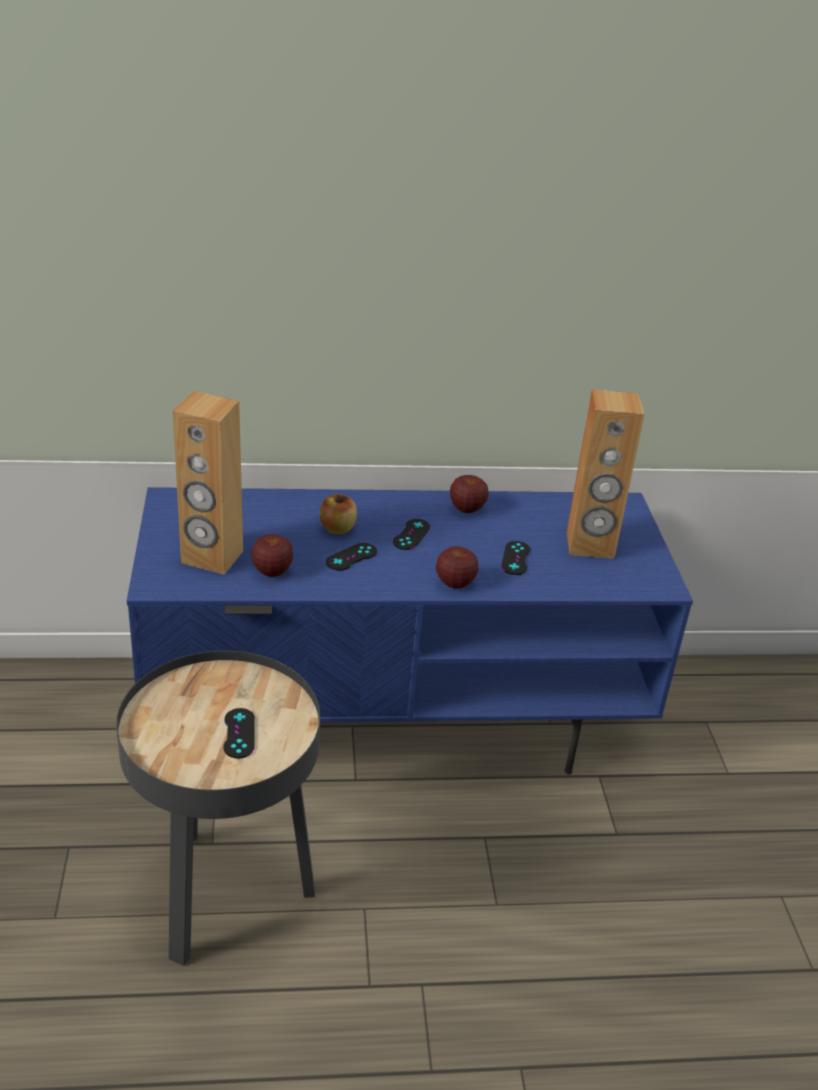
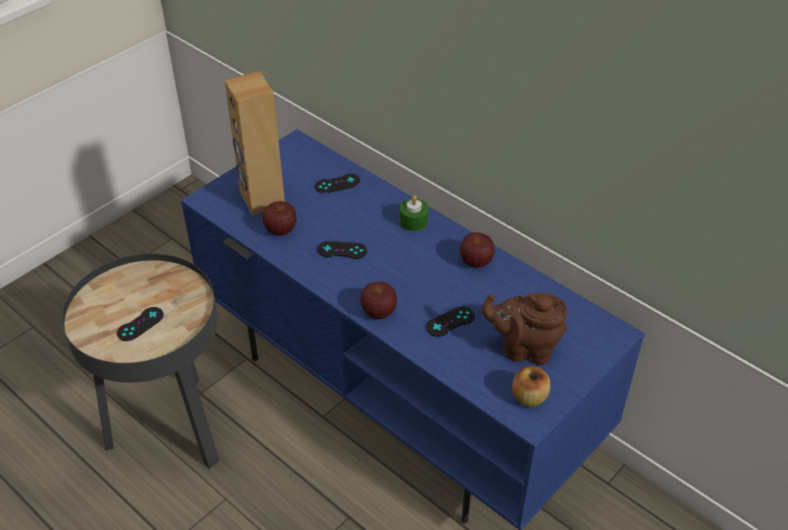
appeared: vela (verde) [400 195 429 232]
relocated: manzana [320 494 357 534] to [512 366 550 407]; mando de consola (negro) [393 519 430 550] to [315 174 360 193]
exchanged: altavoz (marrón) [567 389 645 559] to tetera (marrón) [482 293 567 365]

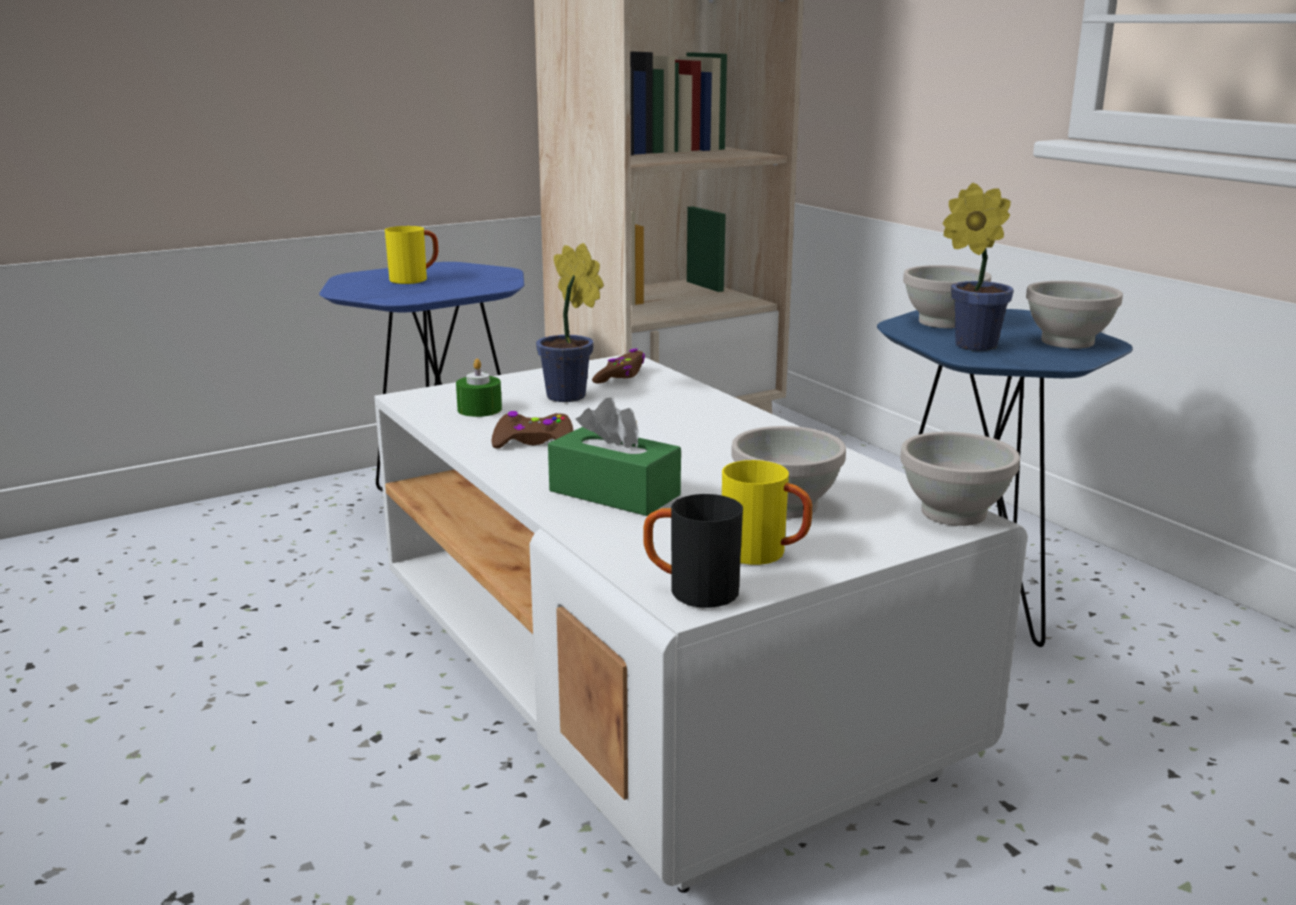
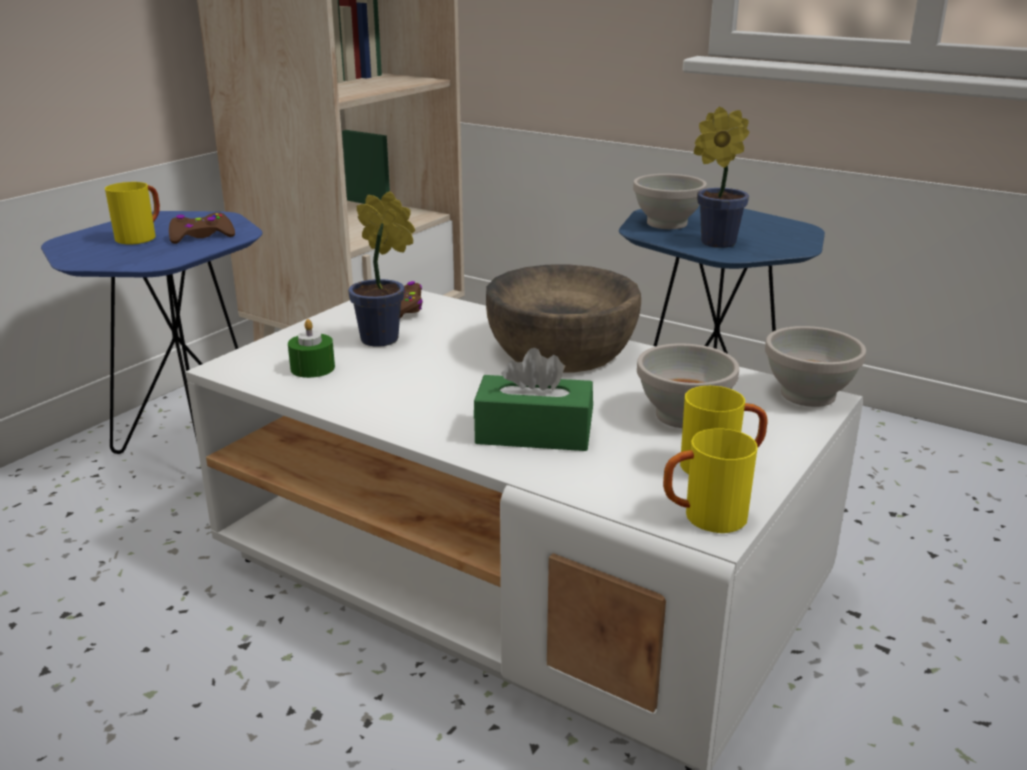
missing: cuenco (blanco) [1026 281 1123 349]
appeared: cuenco (marrón) [486 264 641 373]
relocated: mando de consola (marrón) [492 411 573 449] to [169 213 235 244]
colour: taza grande (negro) [643 494 743 608] to taza grande (amarillo) [663 428 758 533]

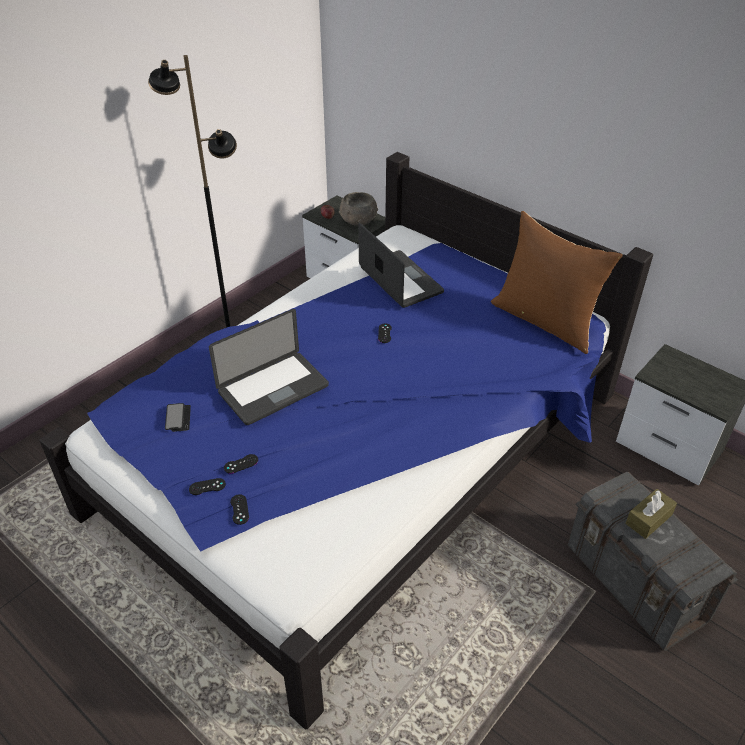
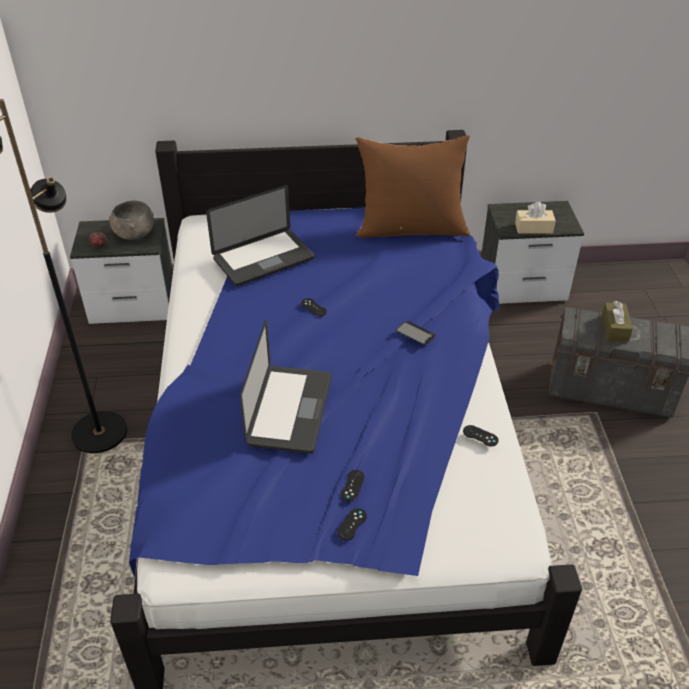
appeared: caja de pañuelos (beis) [515 202 556 234]
relocated: móvil [165 403 191 432] to [396 321 436 345]; mando de consola (negro) [230 494 249 525] to [463 425 499 446]
spun: portátil [358 223 444 308] = [206 185 315 286] 135 degrees clockwise

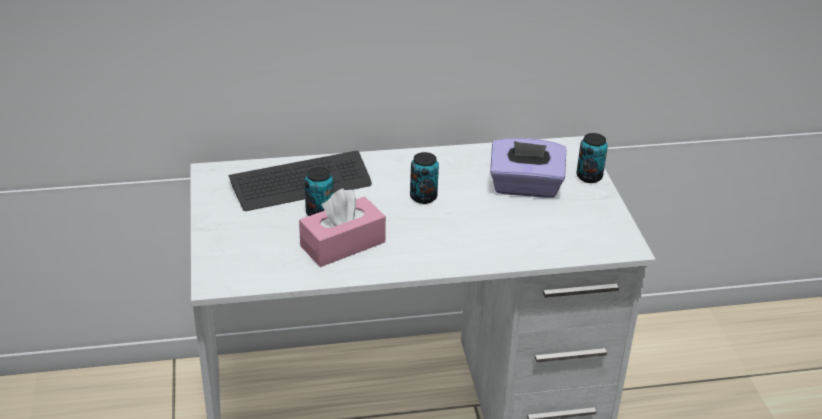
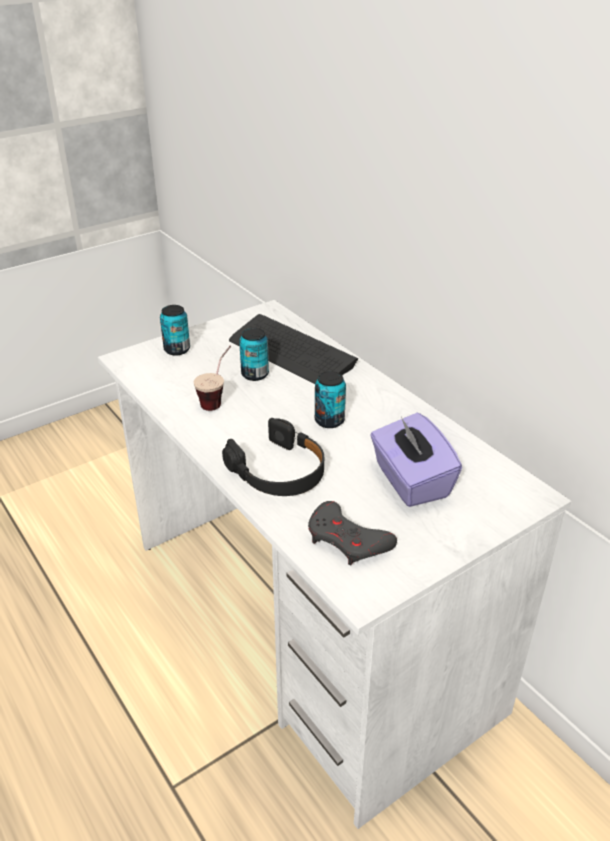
appeared: auriculares (negro) [222 418 324 496]; mando de consola (gris) [308 501 397 565]
relocated: lata [576 133 608 183] to [160 305 190 356]
exchanged: caja de pañuelos (rosa) [299 188 386 267] to taza [194 345 231 411]

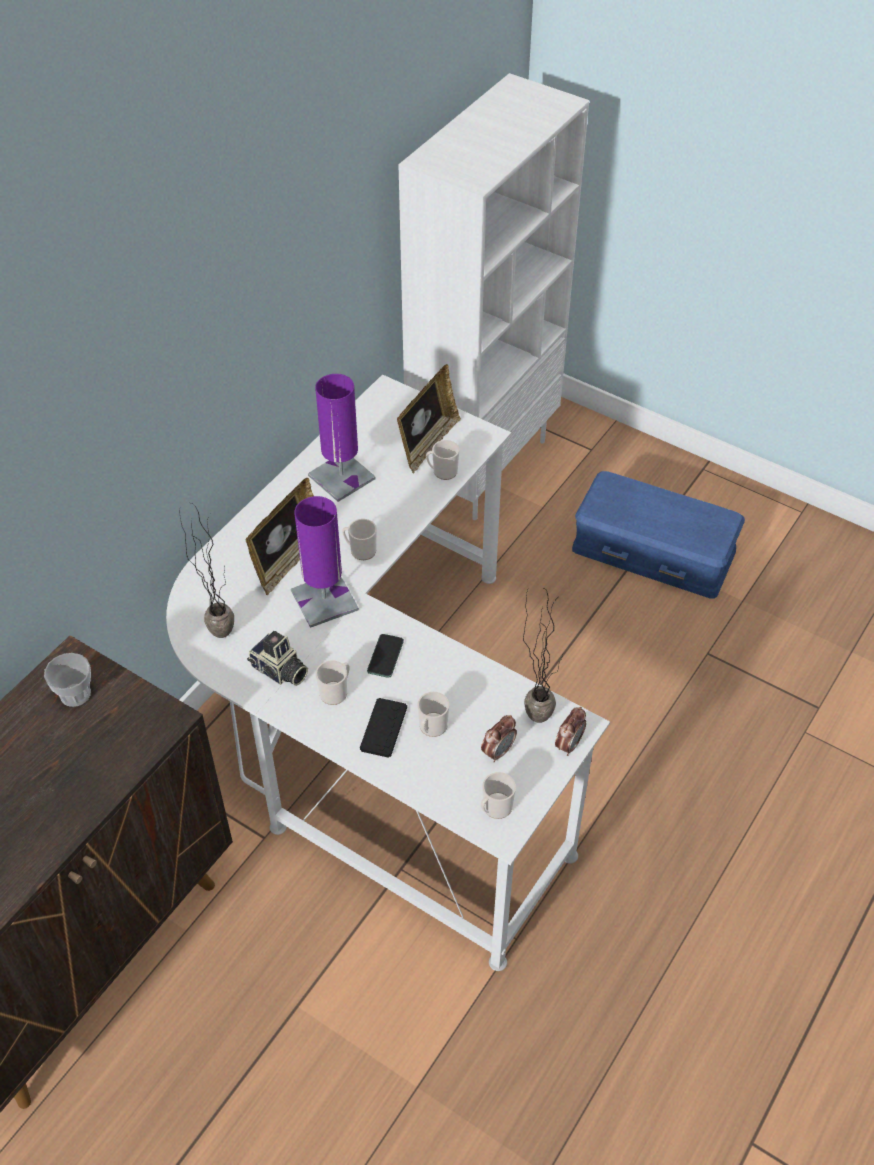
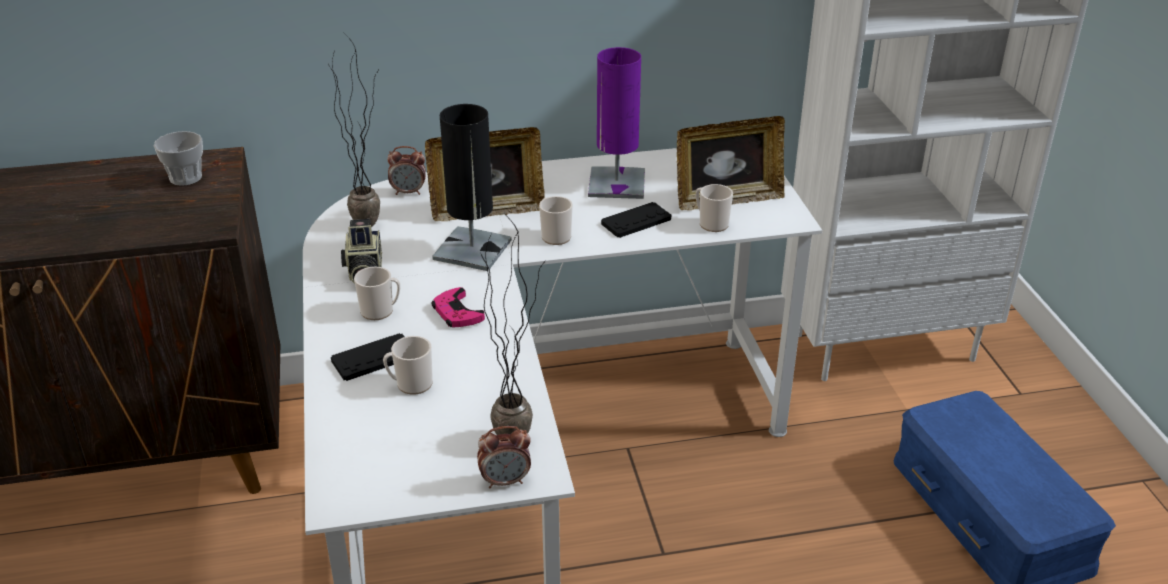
missing: taza grande [481 772 516 819]
appeared: mando de consola (negro) [601 202 671 238]
relocated: despertador [481 715 517 762] to [387 146 426 195]
exchanged: móvil [367 634 404 678] to mando de consola (rosa) [432 287 485 327]
colour: lámpara de mesa (morado) [291 496 359 628] to lámpara de mesa (negro) [432 104 512 271]

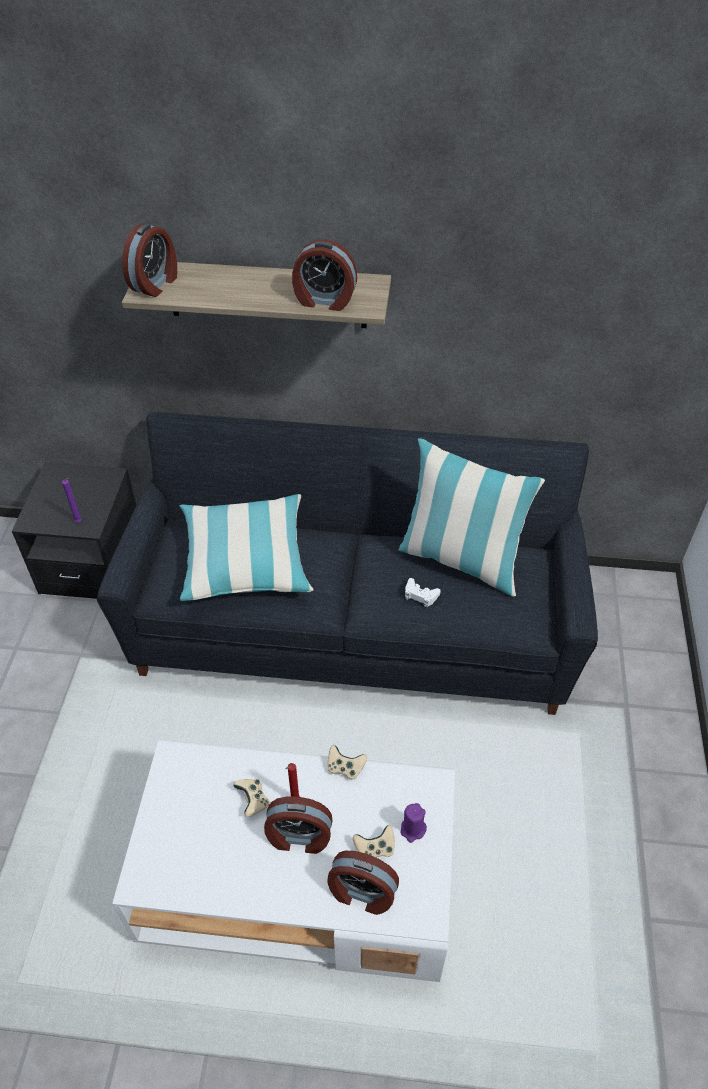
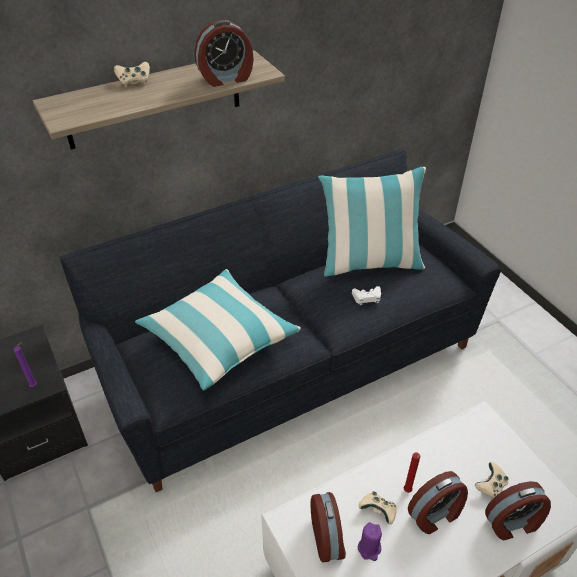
relocated: despertador [122 223 177 297] to [310 492 346 563]; mando de consola (beis) [328 745 367 780] to [114 62 150 87]; vela (morado) [401 803 427 843] to [358 522 382 561]

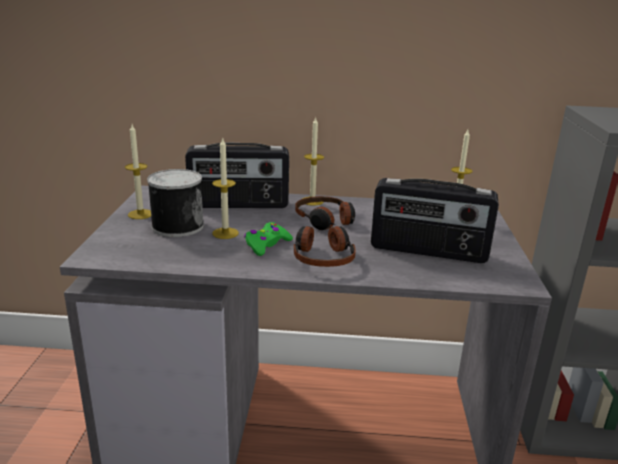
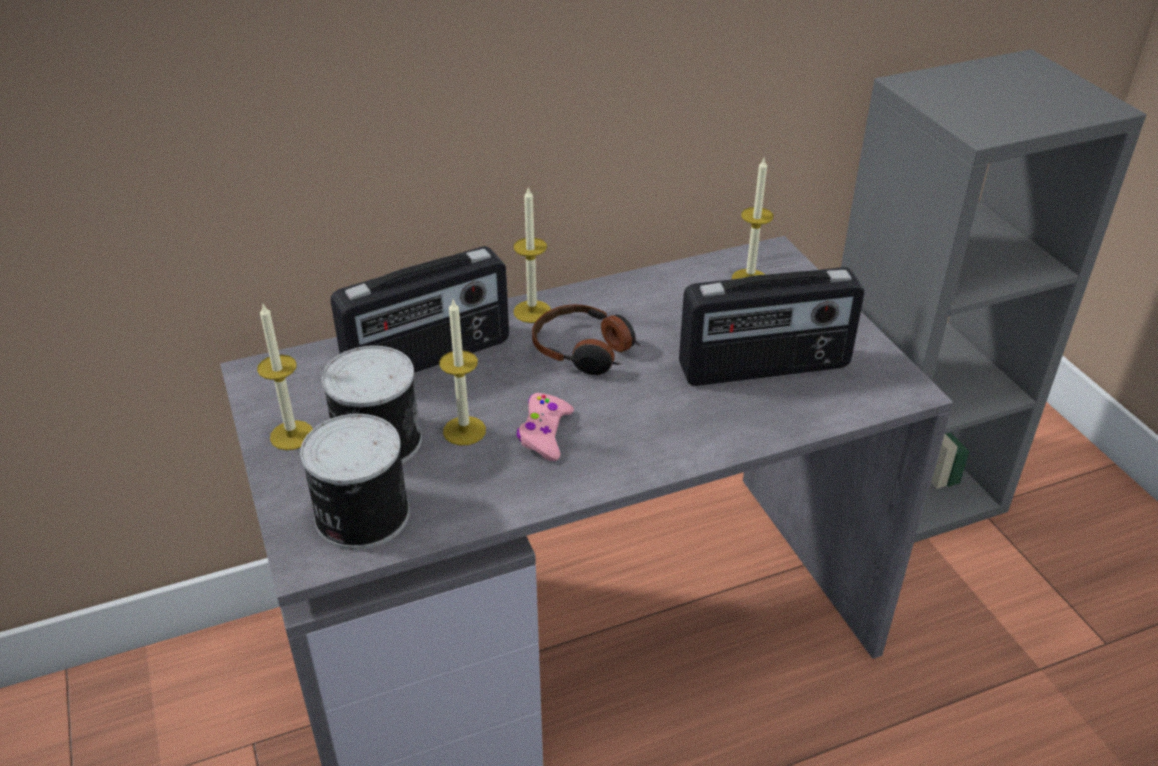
missing: auriculares [294 226 356 267]
appeared: lata [300 414 410 550]
colour: mando de consola (verde) [244 222 293 256] to mando de consola (rosa) [517 393 574 461]

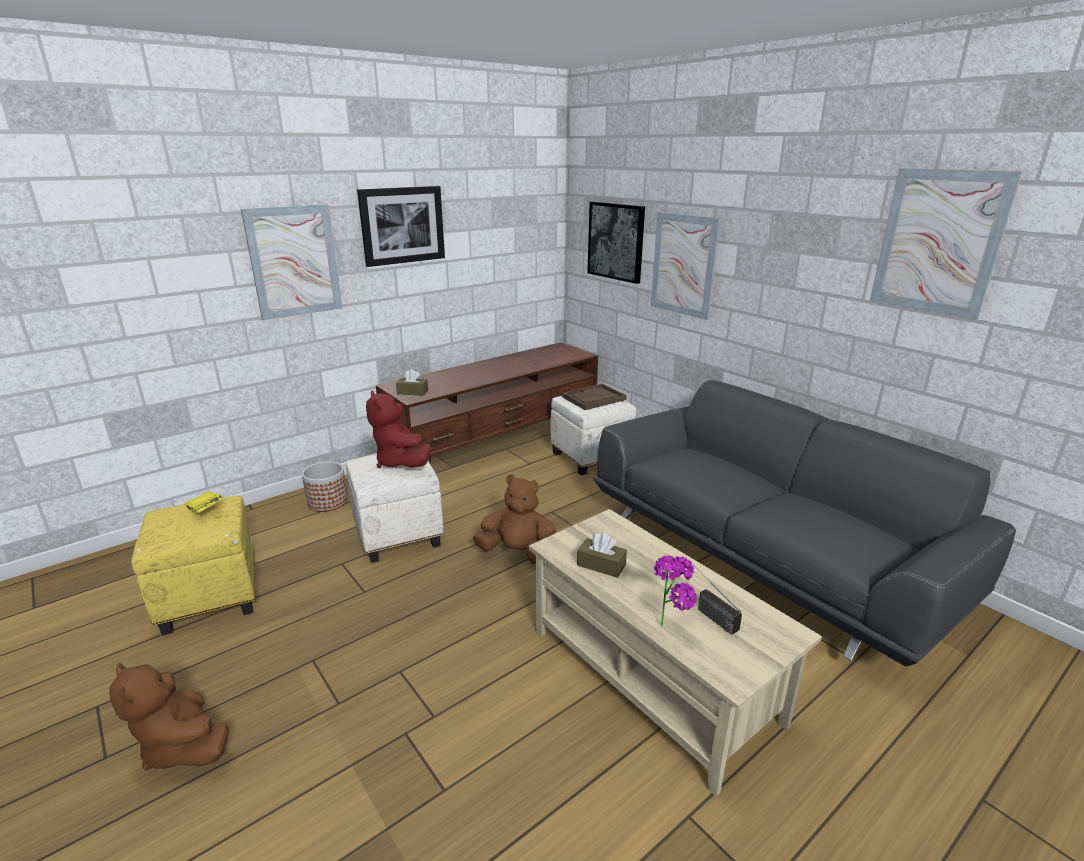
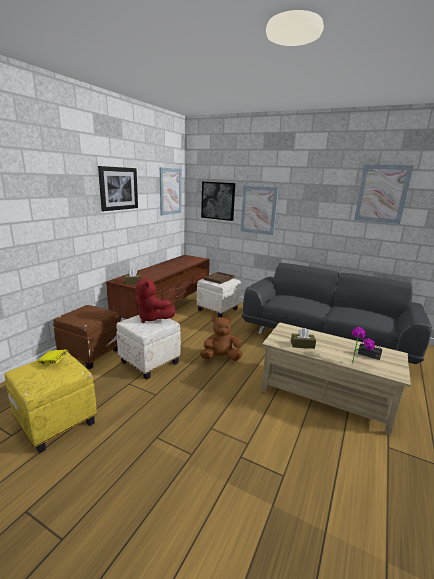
missing: peluche (marrón) [109 663 229 770]
relocated: cuadro [241 204 342 320] to [160 168 181 216]
exchanged: maceta [302 461 348 512] to puf (marrón) [53 305 119 369]

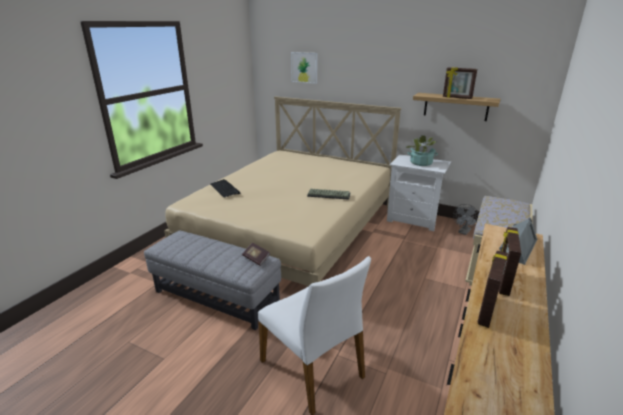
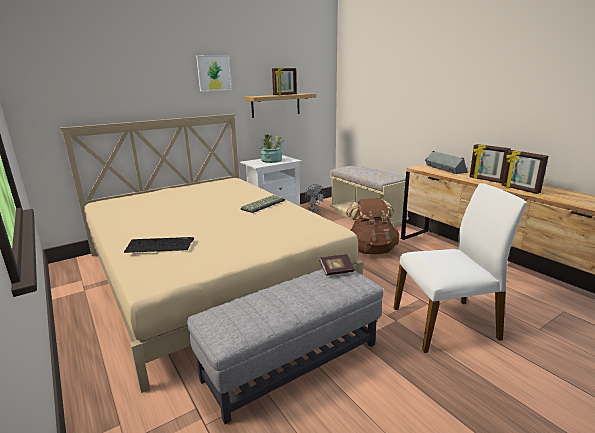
appeared: mochila (marrón) [347 198 399 254]
relocated: cuadro [291 52 317 84] to [196 55 232 91]

